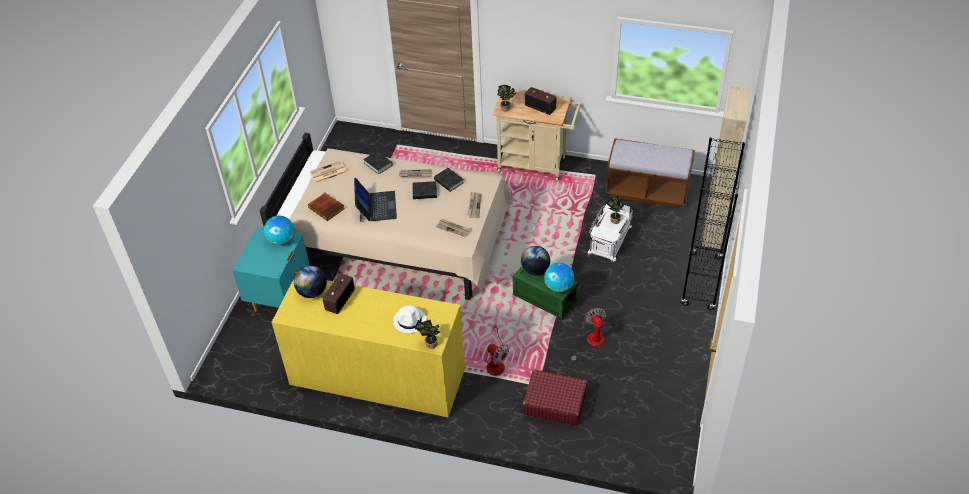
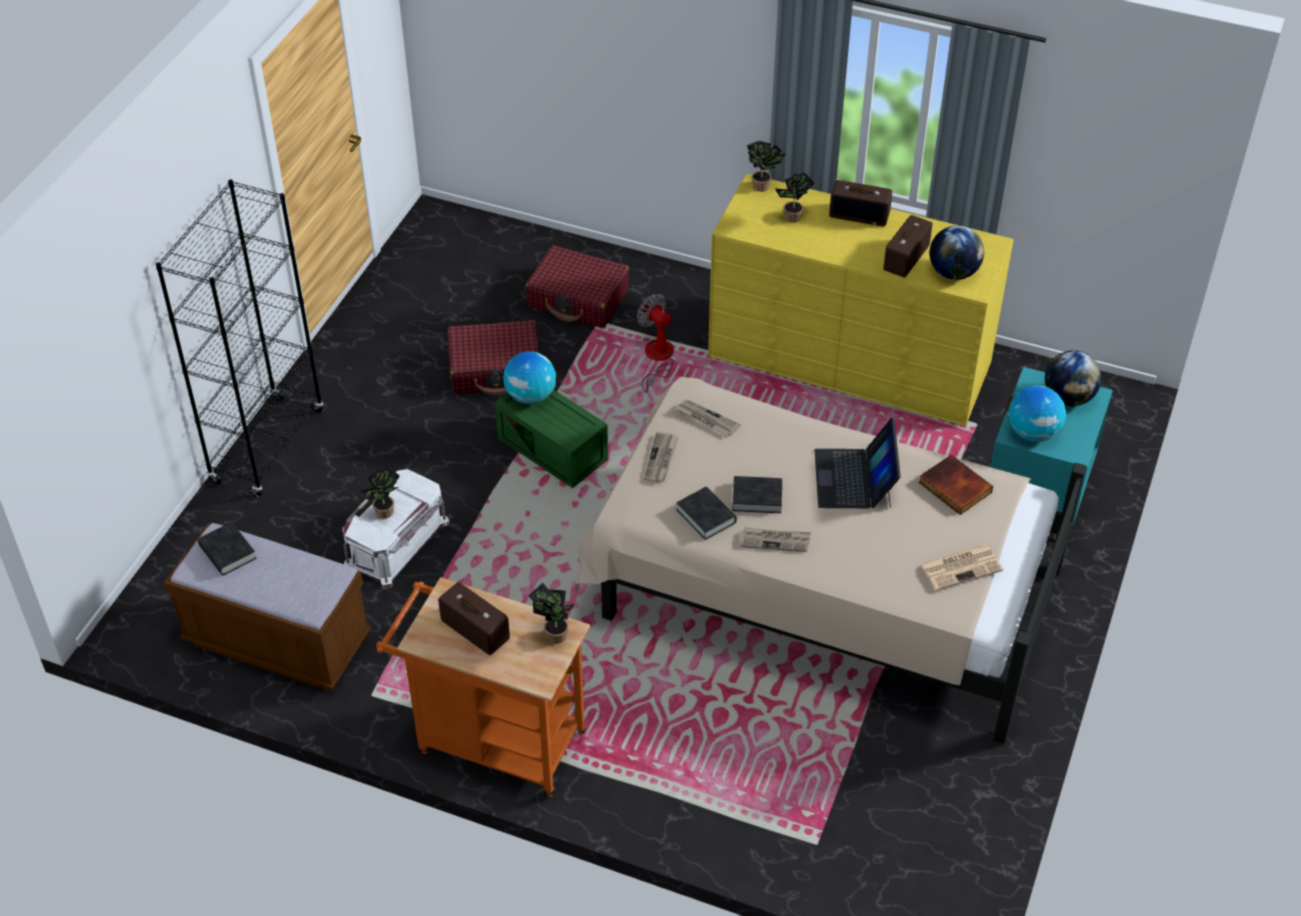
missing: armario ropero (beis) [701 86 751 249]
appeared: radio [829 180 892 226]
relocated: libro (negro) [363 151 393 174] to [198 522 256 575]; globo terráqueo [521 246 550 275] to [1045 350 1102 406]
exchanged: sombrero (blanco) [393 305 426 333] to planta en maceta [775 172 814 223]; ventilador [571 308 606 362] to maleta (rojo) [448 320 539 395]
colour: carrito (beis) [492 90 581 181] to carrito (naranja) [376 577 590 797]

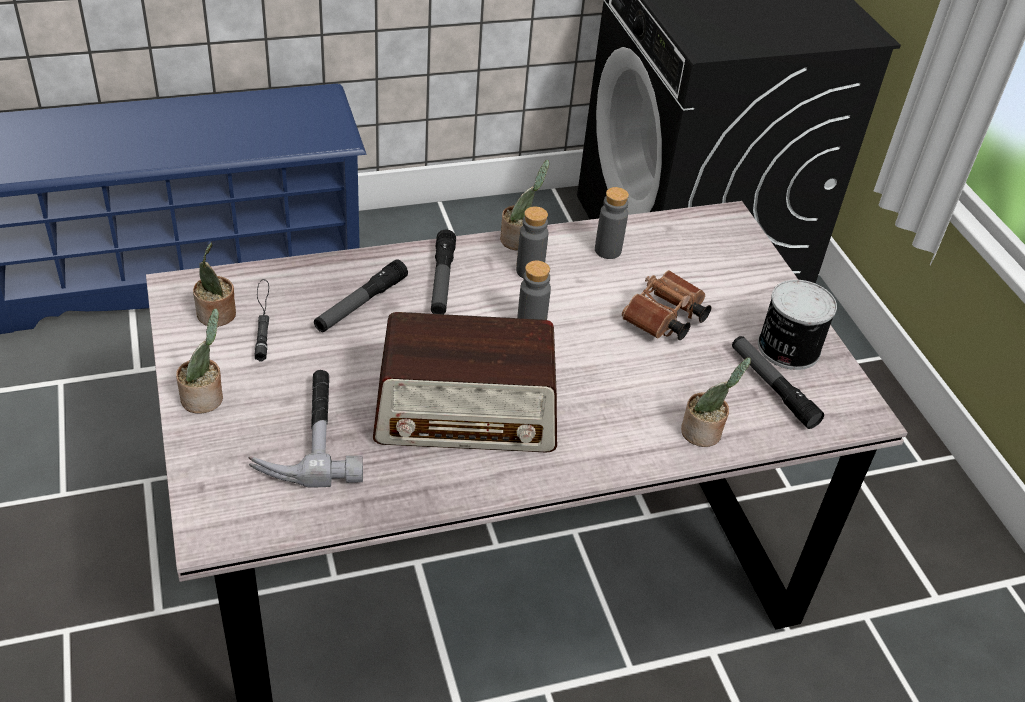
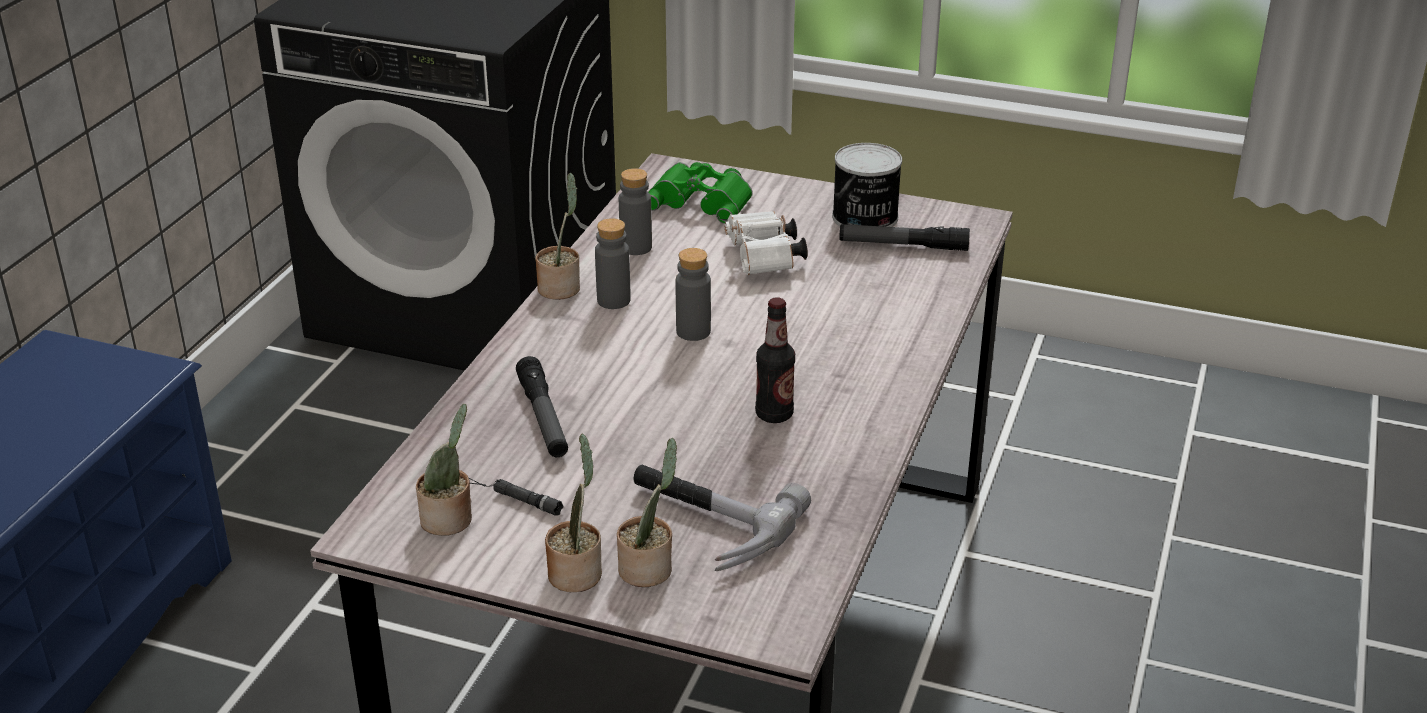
missing: linterna [431 230 456 314]
appeared: prismáticos (verde) [649 162 753 224]
relocated: planta en maceta [681 357 751 447] to [617 438 677 587]
exchanged: radio [373 312 557 453] to botella [755 297 795 423]
colour: prismáticos (marrón) [622 270 711 340] to prismáticos (blanco) [725 211 807 275]

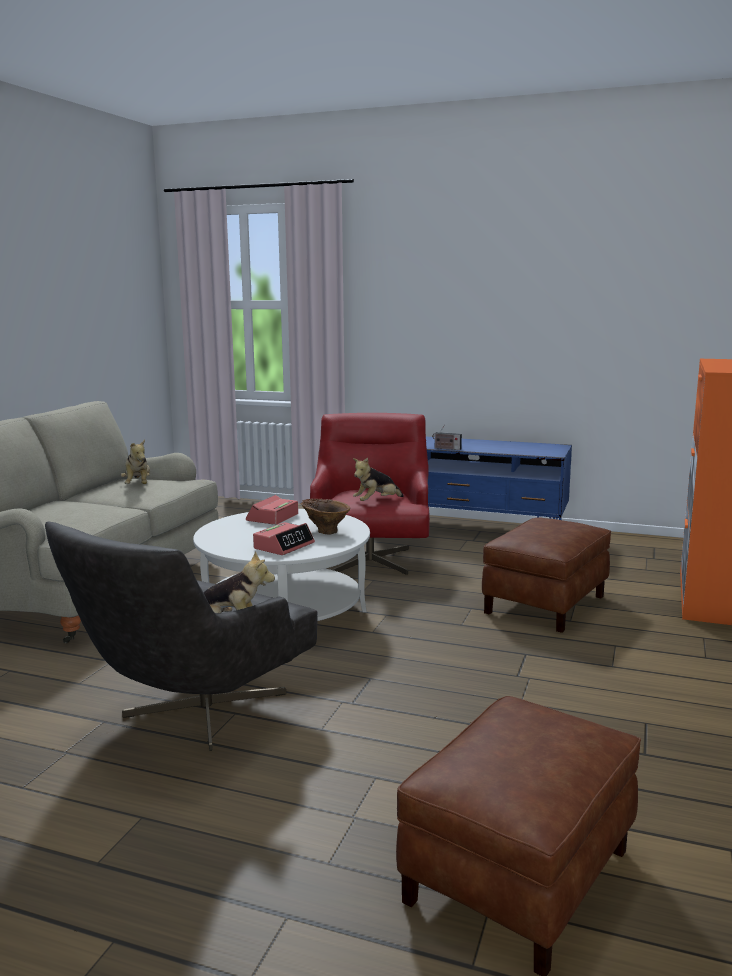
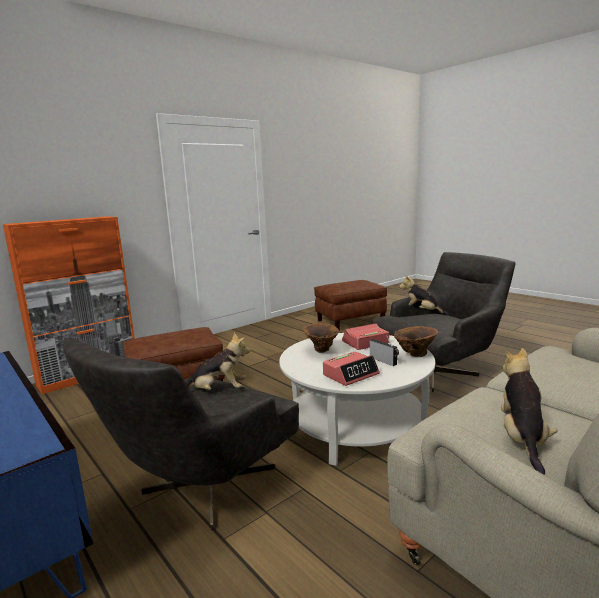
appeared: florero (marrón) [394 326 438 357]
relocated: radio [432 425 462 450] to [370 335 399 366]
colour: sillón (rojo) [310 413 430 575] to sillón (gris) [63 338 299 530]

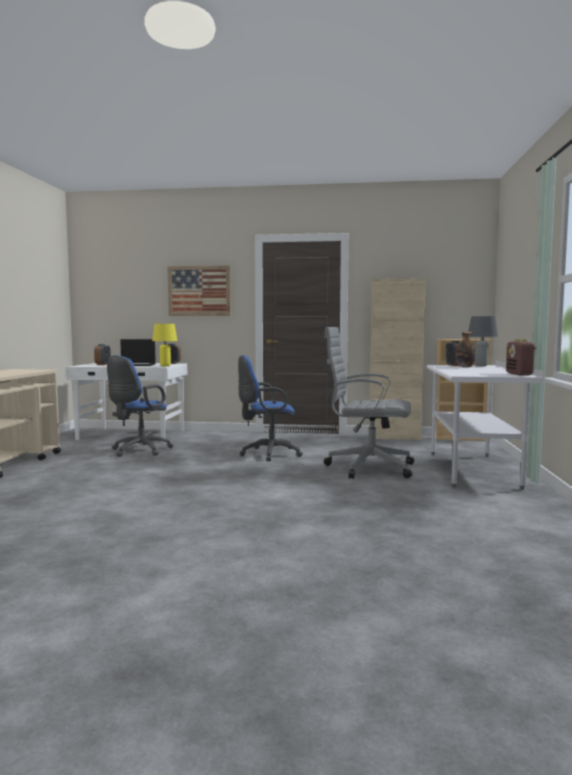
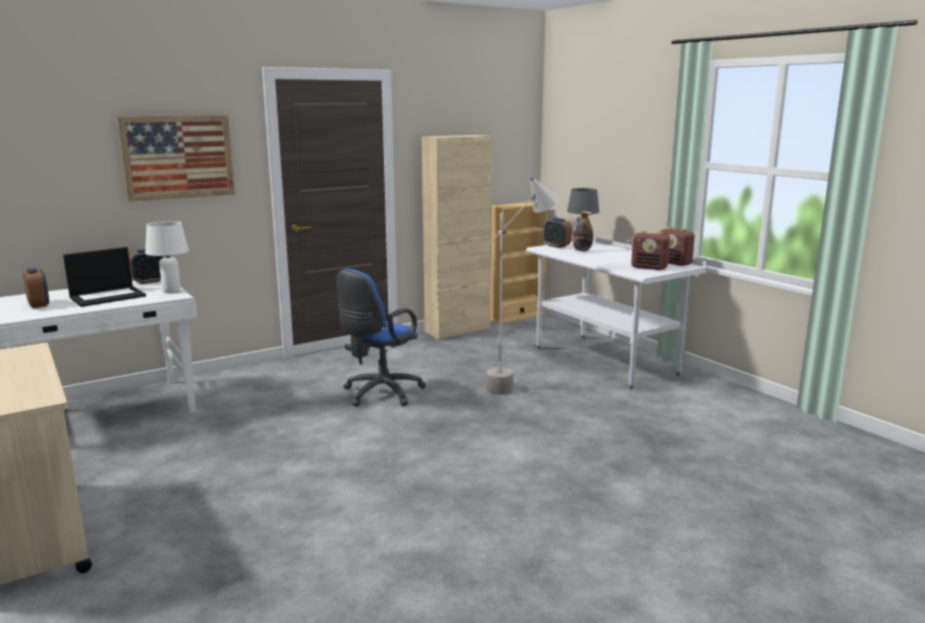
missing: silla de oficina (azul) [107 355 173 457]
appeared: radio [631 231 670 270]
exchanged: silla de oficina (gris) [324 327 414 479] to lámpara de pie (gris) [486 177 558 395]
colour: lámpara de mesa (amarillo) [152 324 177 366] to lámpara de mesa (blanco) [145 221 189 293]

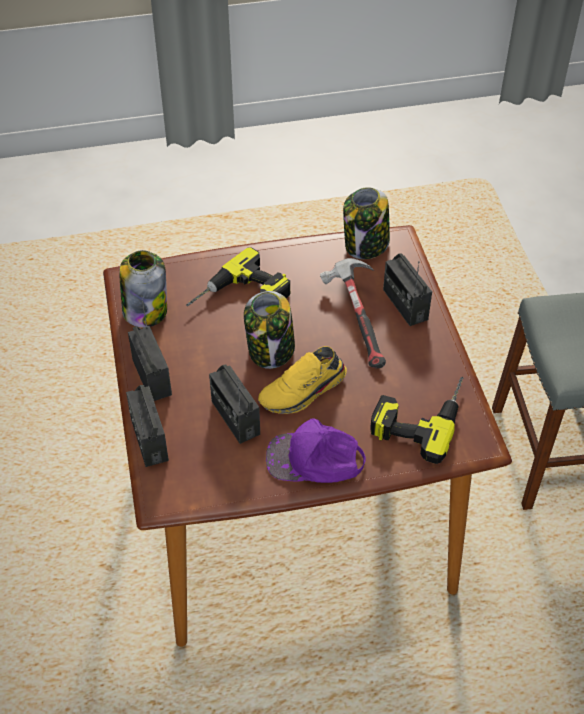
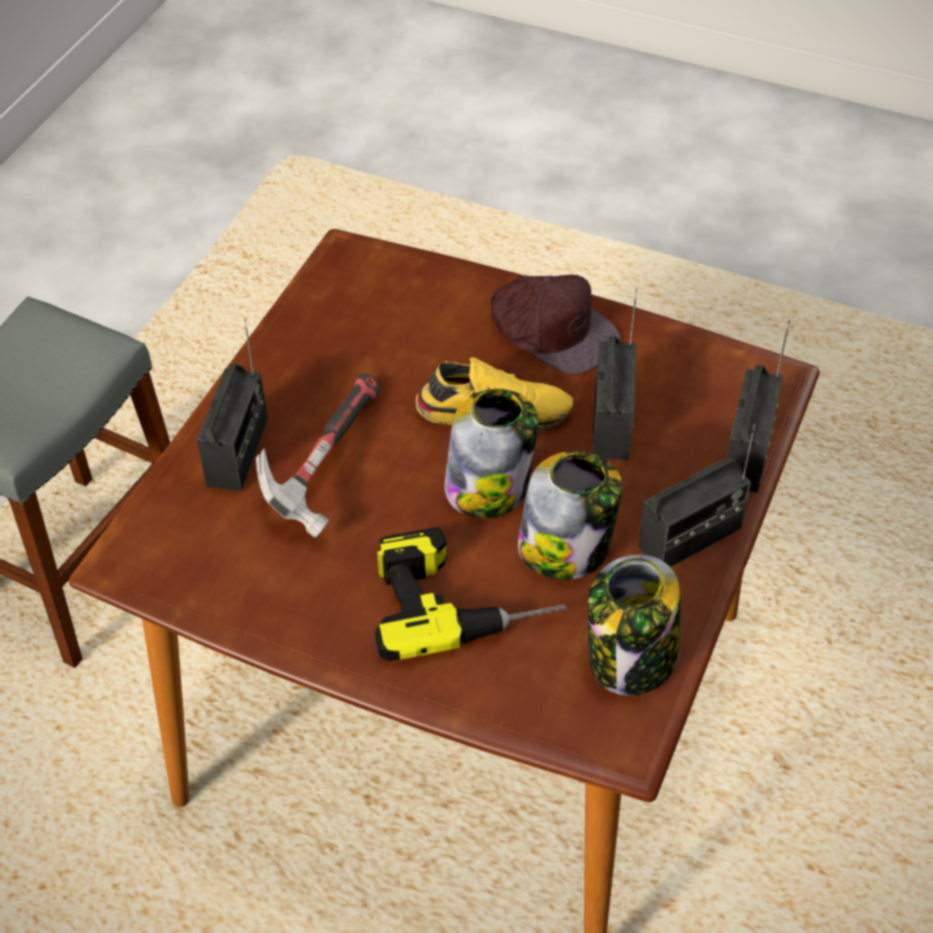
missing: taladro [371 377 464 464]
relocated: tarro [343 187 390 259] to [518 451 622 580]
colour: gorra (morado) [266 418 366 483] to gorra (marrón) [491 275 620 375]
spun: radio [128 295 172 401] = [638 424 756 567] 135 degrees counterclockwise

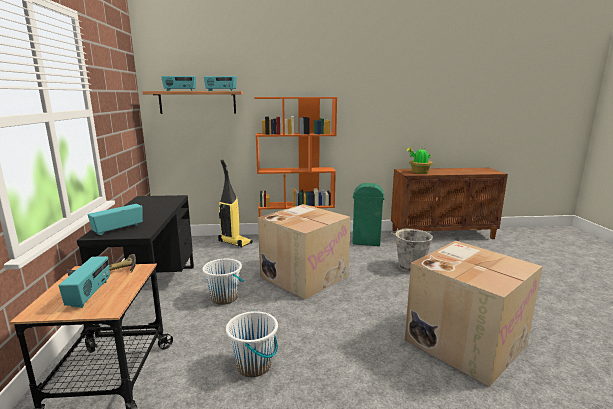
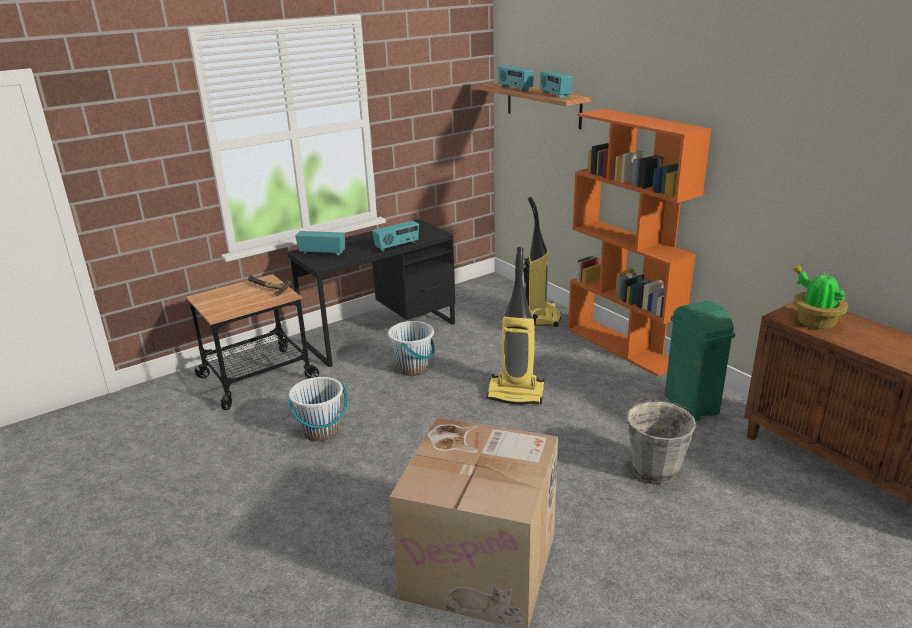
relocated: radio [59 256 110 308] to [372 221 419 252]
exchanged: caja de cartón [258 204 350 300] to aspiradora [486 247 544 405]

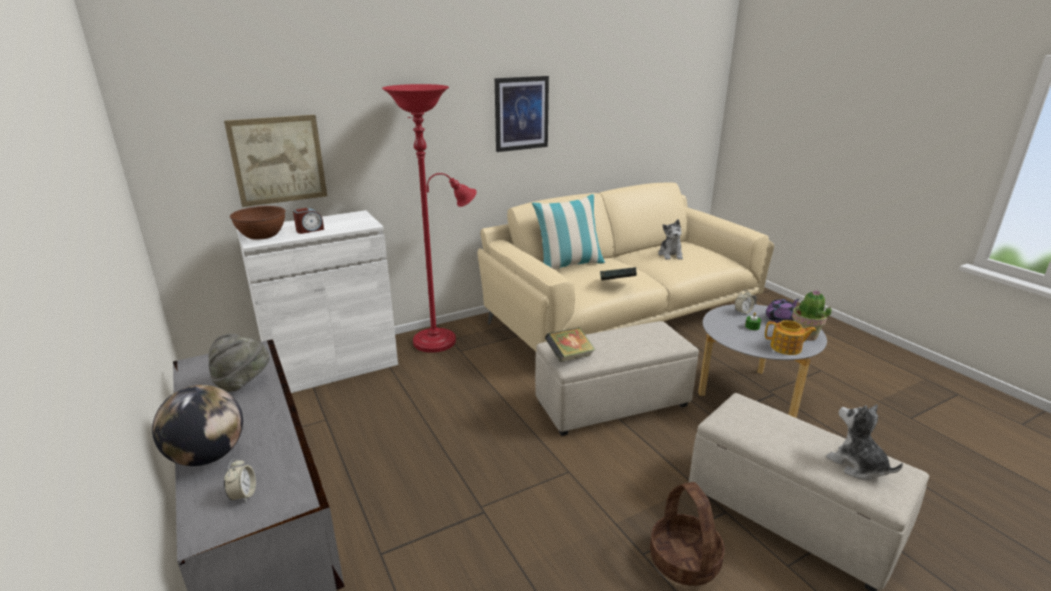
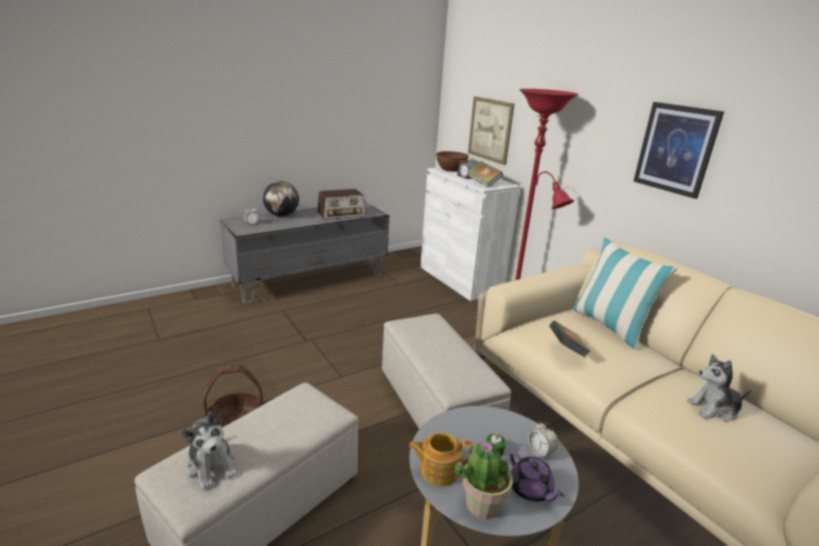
relocated: libro [545 327 596 362] to [467 161 503 187]
exchanged: sombrero (gris) [209 334 270 392] to radio [317 189 366 220]
spun: tetera [765 320 816 355] = [409 433 473 486] 75 degrees clockwise; peluche [826 404 903 480] = [181 411 237 490] 90 degrees clockwise

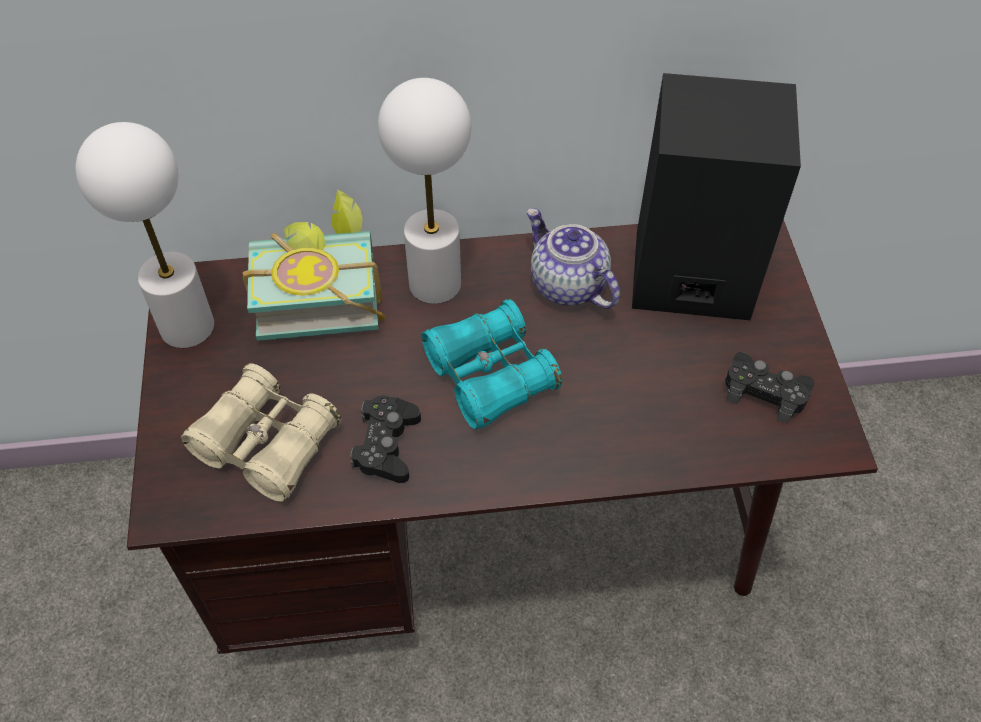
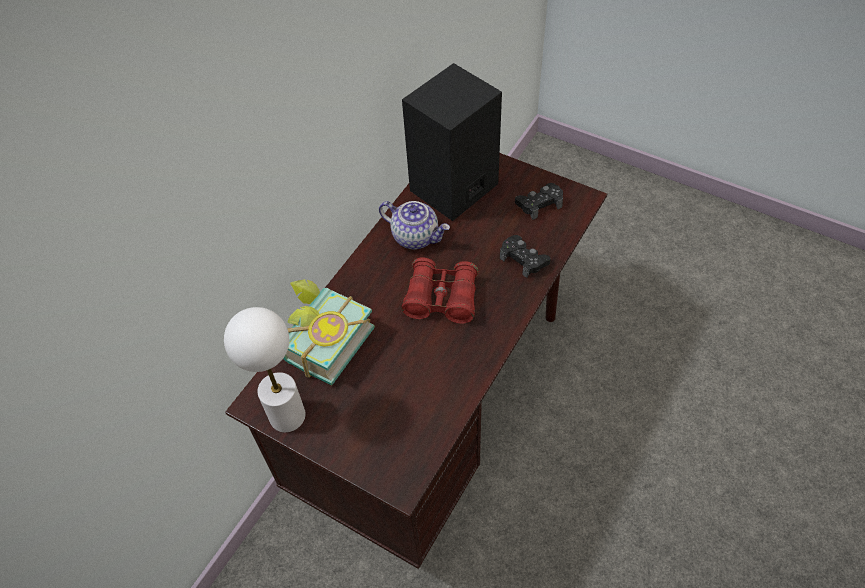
missing: prismáticos (beis) [181 363 341 502]; lámpara de mesa (blanco) [378 78 471 304]
relocated: mando de consola (negro) [350 396 421 483] to [500 235 551 278]
colour: prismáticos (turquesa) [422 299 562 430] to prismáticos (rojo) [402 257 479 324]
spun: tetera [527 208 620 309] = [379 201 450 249] 150 degrees counterclockwise

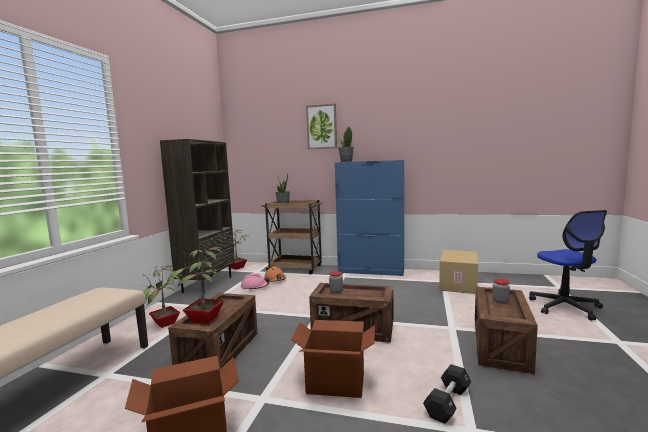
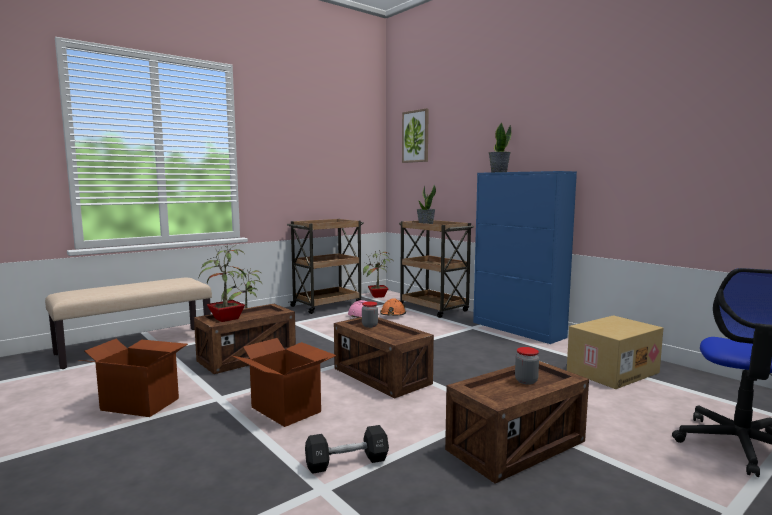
relocated: cuadro [306 104 337 149] to [402 108 429 163]
exchanged: estantería (marrón) [160 139 235 294] to carrito (marrón) [287 219 364 314]

